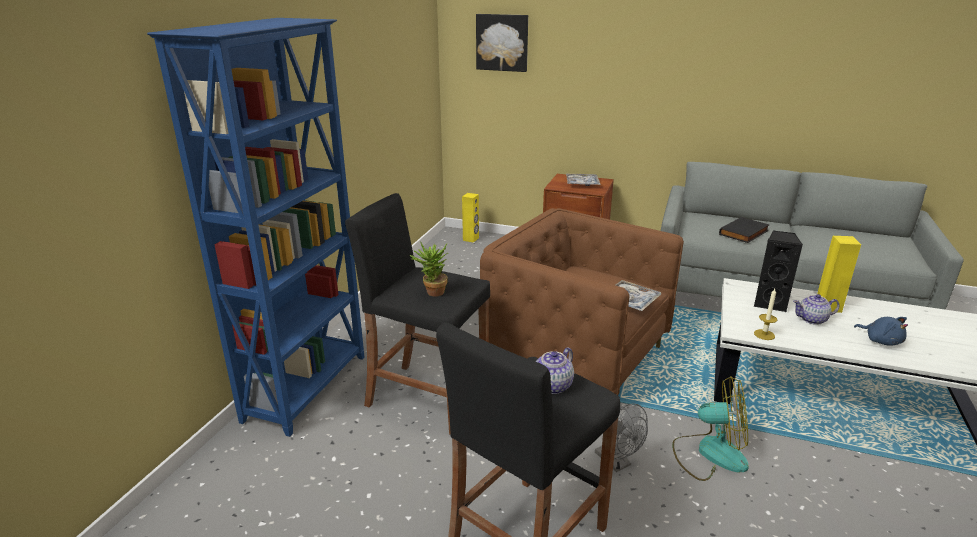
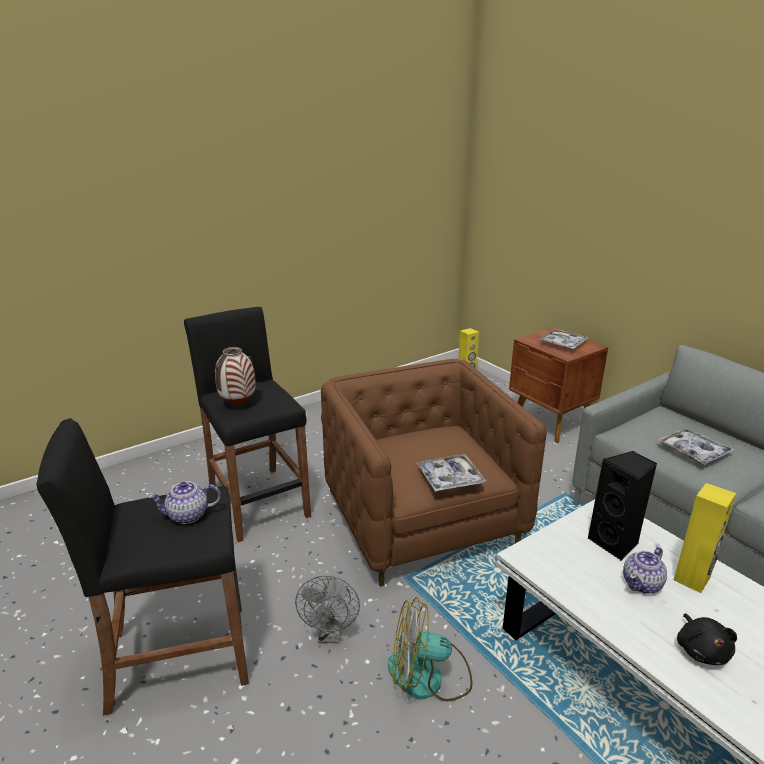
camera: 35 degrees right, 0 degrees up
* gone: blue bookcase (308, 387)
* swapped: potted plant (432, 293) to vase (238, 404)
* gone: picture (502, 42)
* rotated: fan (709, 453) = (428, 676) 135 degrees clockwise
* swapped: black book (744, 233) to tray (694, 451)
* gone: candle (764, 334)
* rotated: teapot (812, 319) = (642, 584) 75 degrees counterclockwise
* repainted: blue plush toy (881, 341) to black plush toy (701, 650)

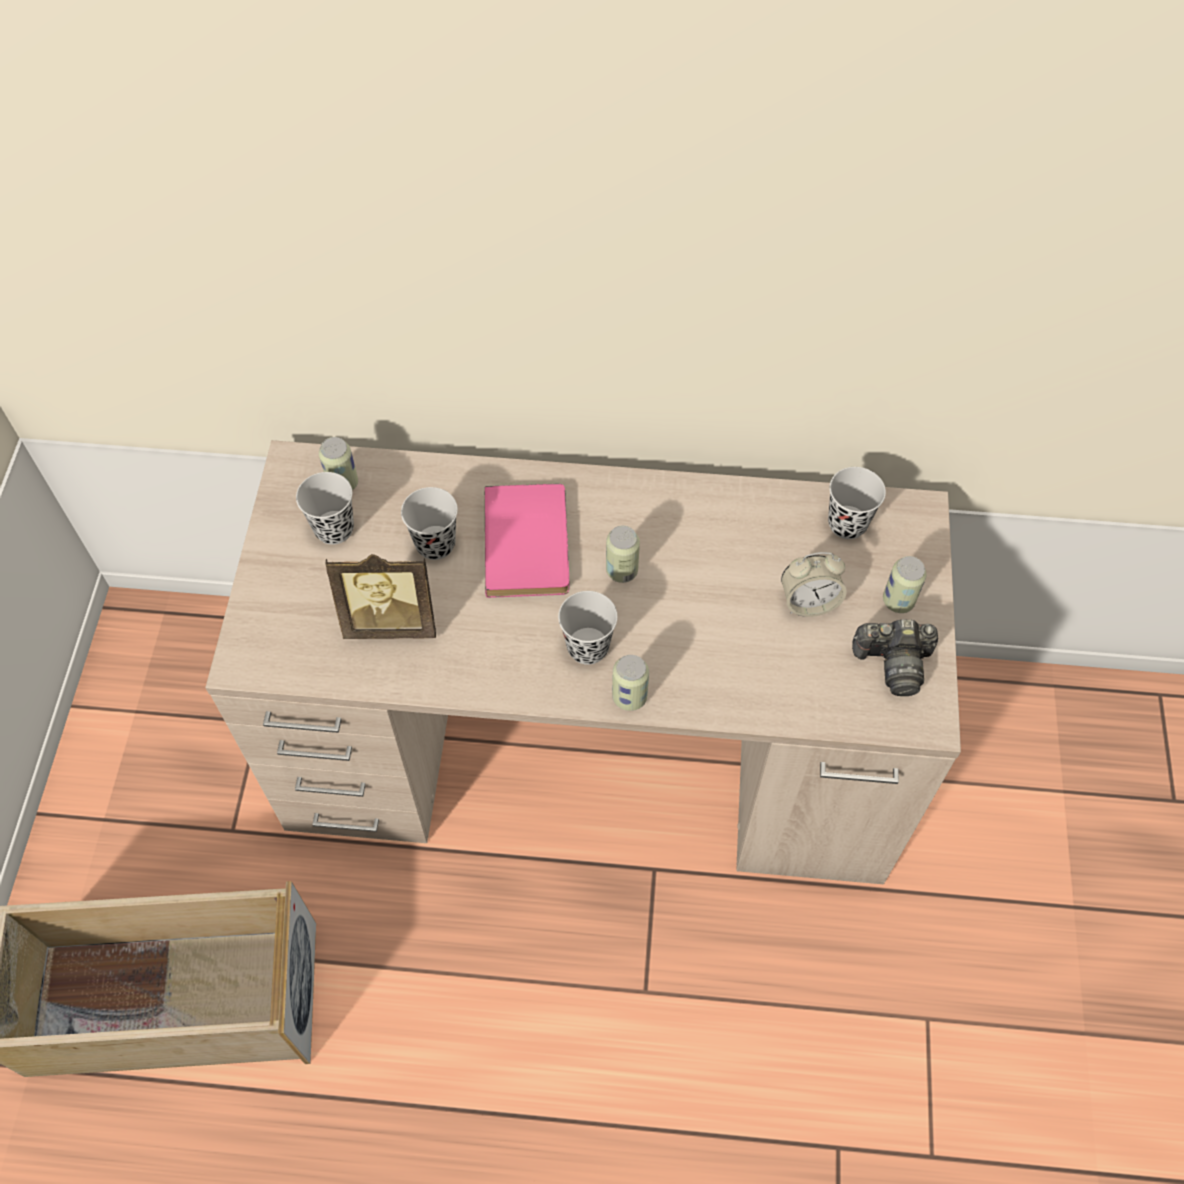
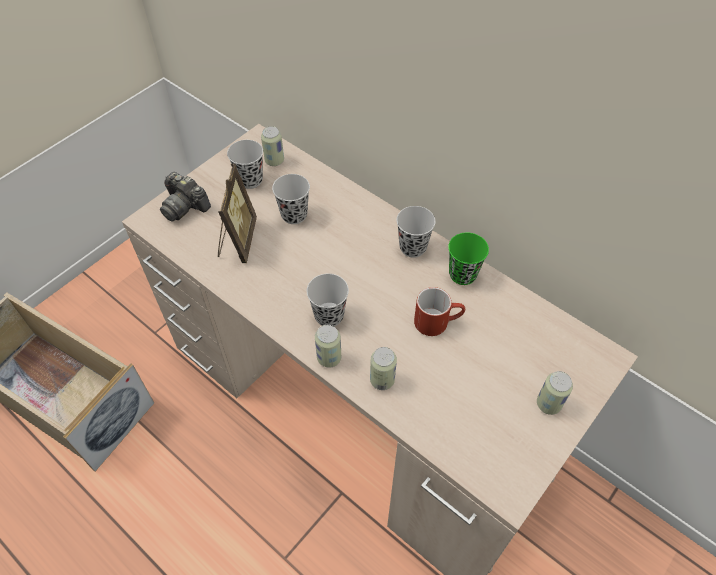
camera: 35 degrees right, 5 degrees down
* rotated: picture frame (391, 621) = (237, 241) 120 degrees counterclockwise
* gone: pink book (531, 543)
* shifted: can (621, 570) to (382, 380)
* gone: alarm clock (808, 601)
* shifted: black cup (847, 523) to (413, 247)
* shifted: photo camera (893, 663) to (184, 206)
* new: red mug (437, 321)
* new: green cup (462, 274)

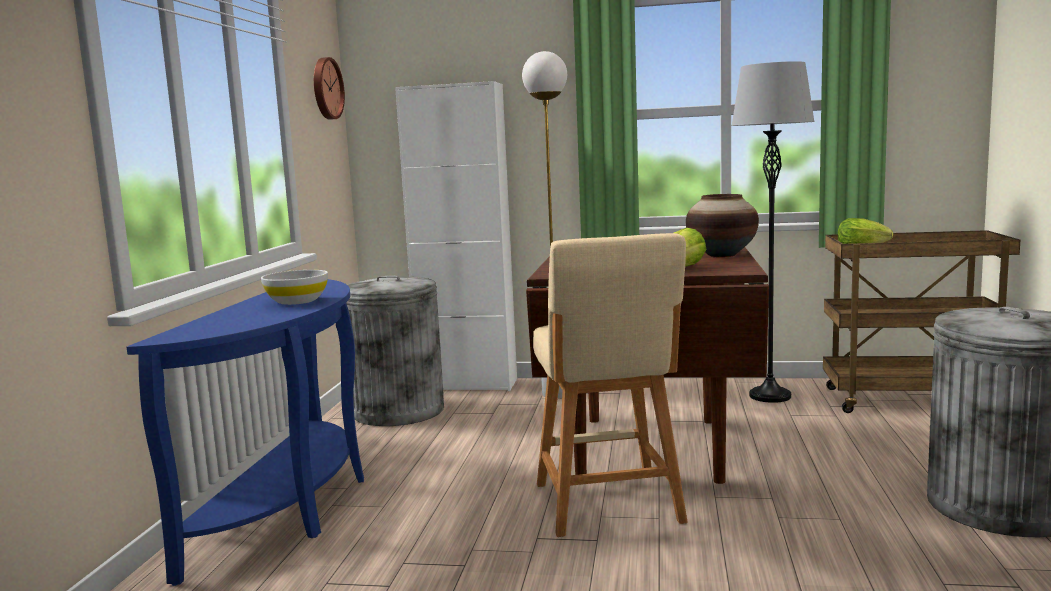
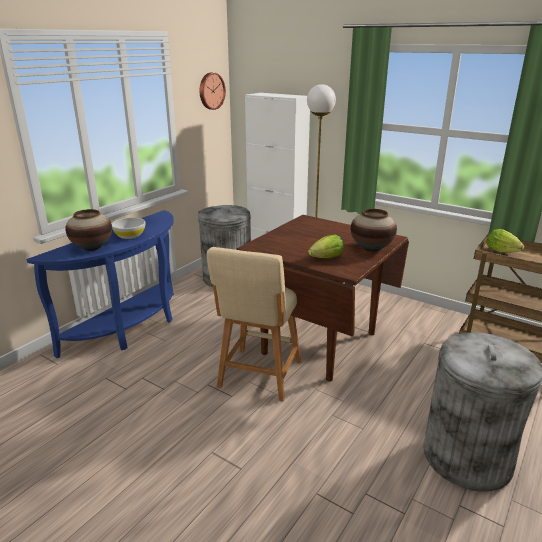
camera: 25 degrees right, 15 degrees up
* gone: grey floor lamp (770, 396)
* new: vase (92, 248)

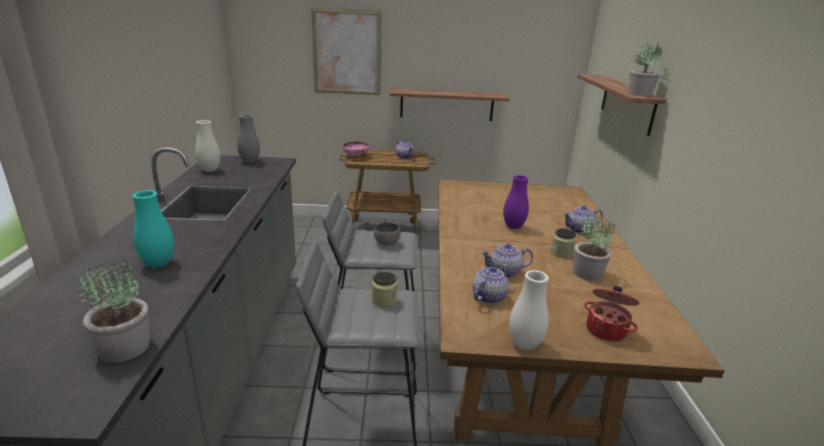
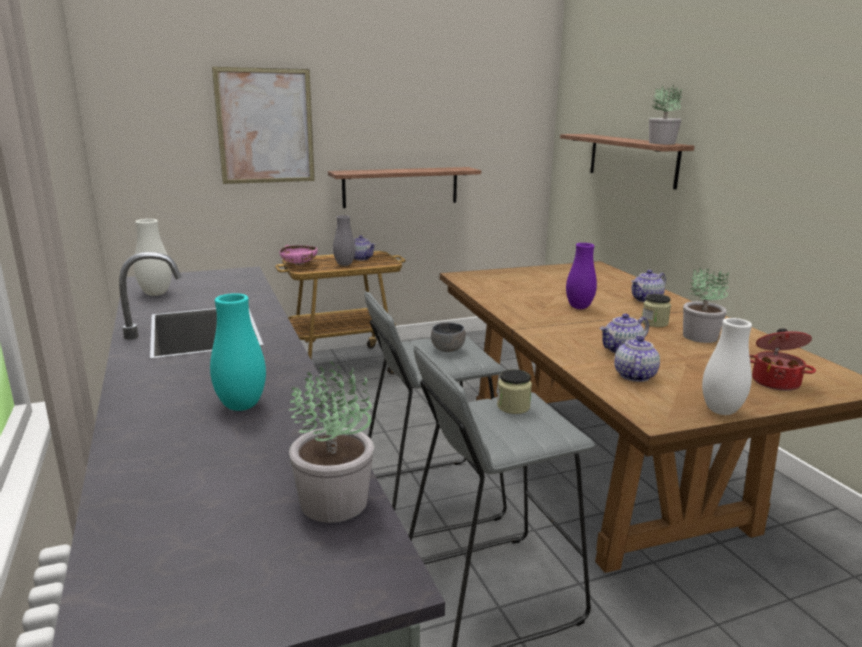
camera: 20 degrees left, 5 degrees down
* shifted: grey vase (250, 162) to (344, 264)

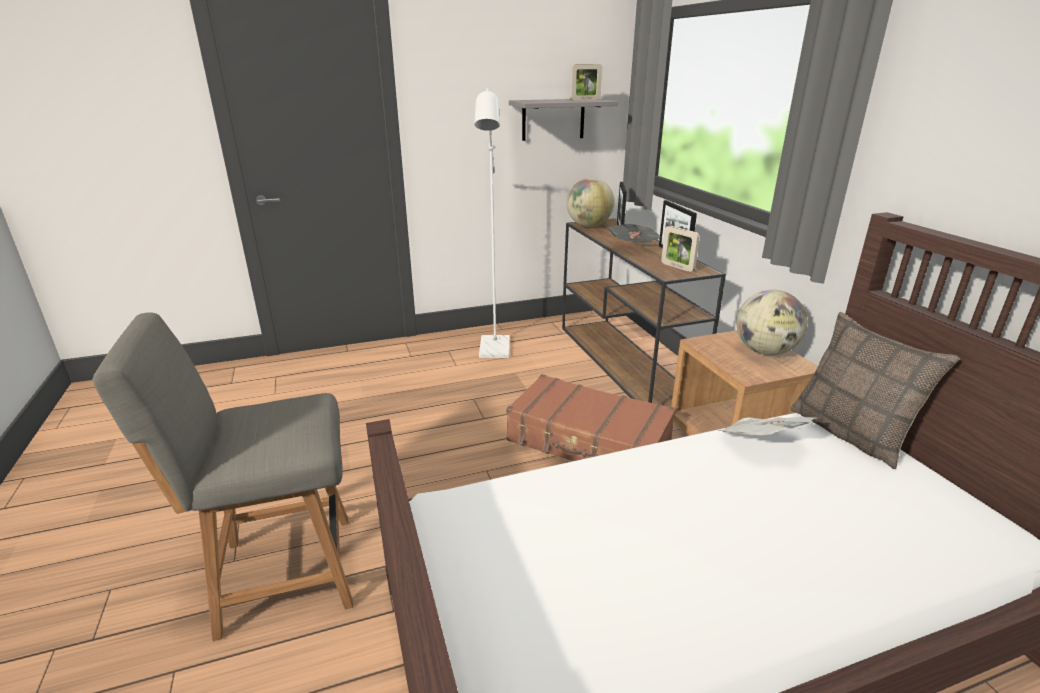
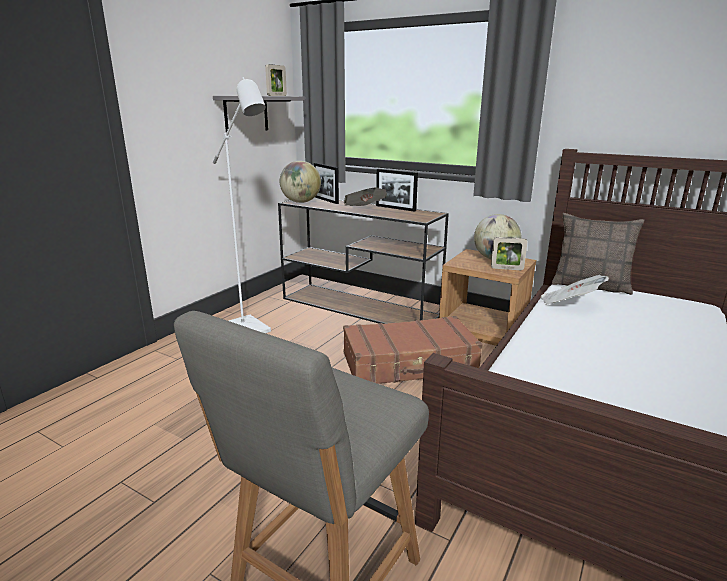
camera: 40 degrees left, 5 degrees down
* shifted: picture frame (677, 267) to (507, 268)

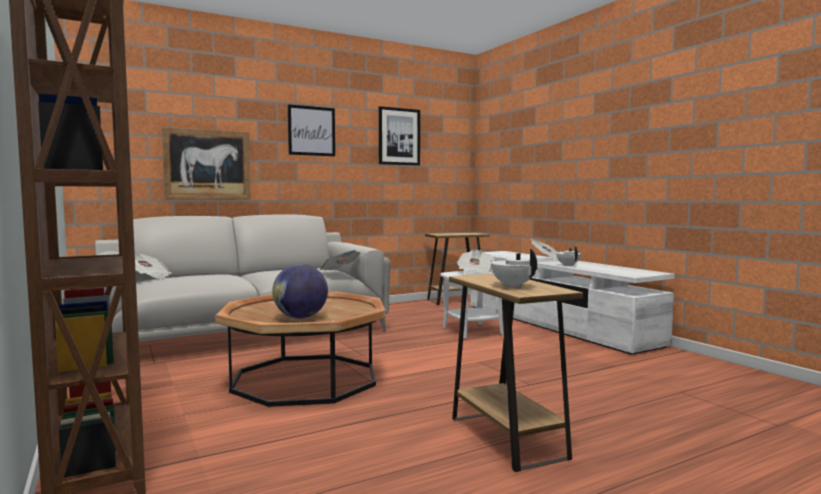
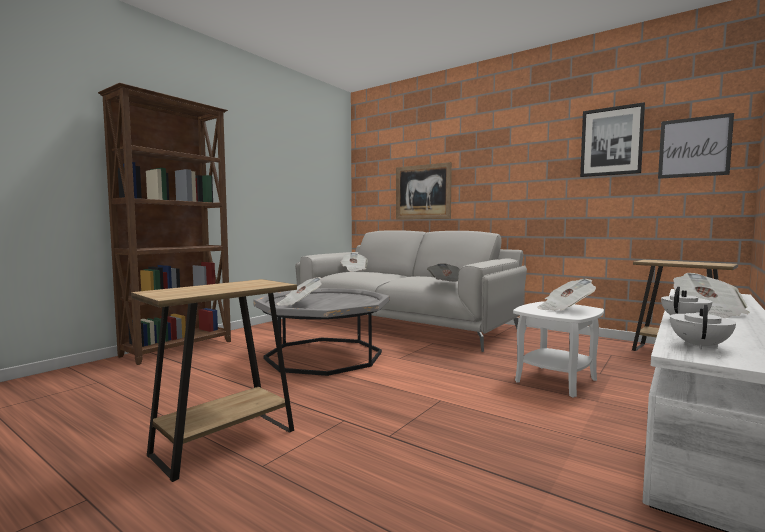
camera: 65 degrees right, 0 degrees up
* repainted: brown coffee table (305, 379) to grey coffee table (324, 355)
* swapped: globe (300, 317) to newspaper (299, 303)
* shifted: picture (311, 131) to (694, 147)
* shifted: white teapot (512, 286) to (700, 346)

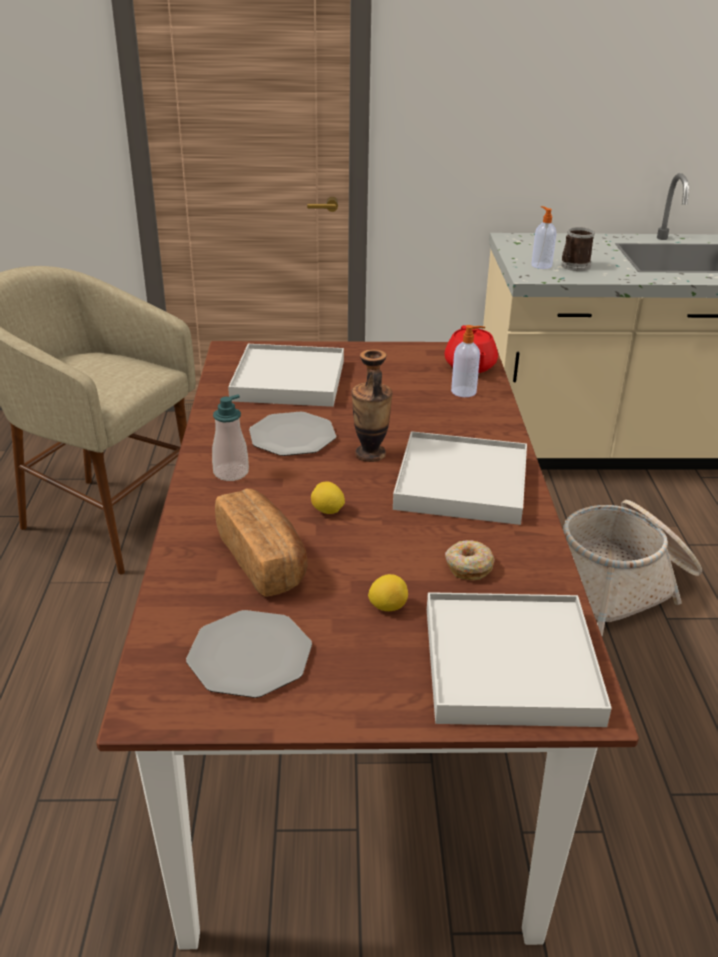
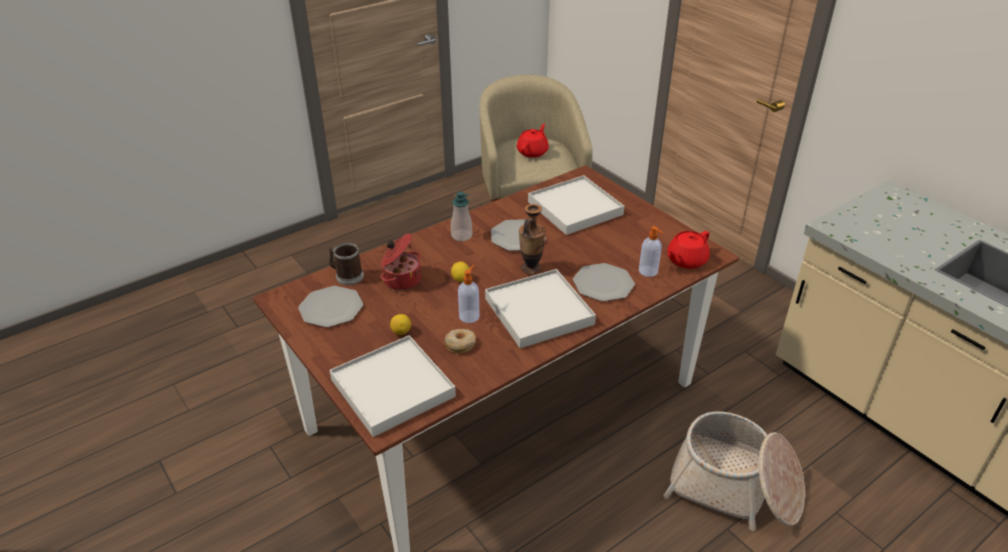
camera: 55 degrees right, 5 degrees up
* swapped: bread (263, 559) to cooking pot (401, 279)
* shifted: soap dispenser (541, 265) to (469, 316)
* shifted: mug (573, 267) to (346, 276)
* new: red teapot (533, 152)
* new: plate (603, 284)

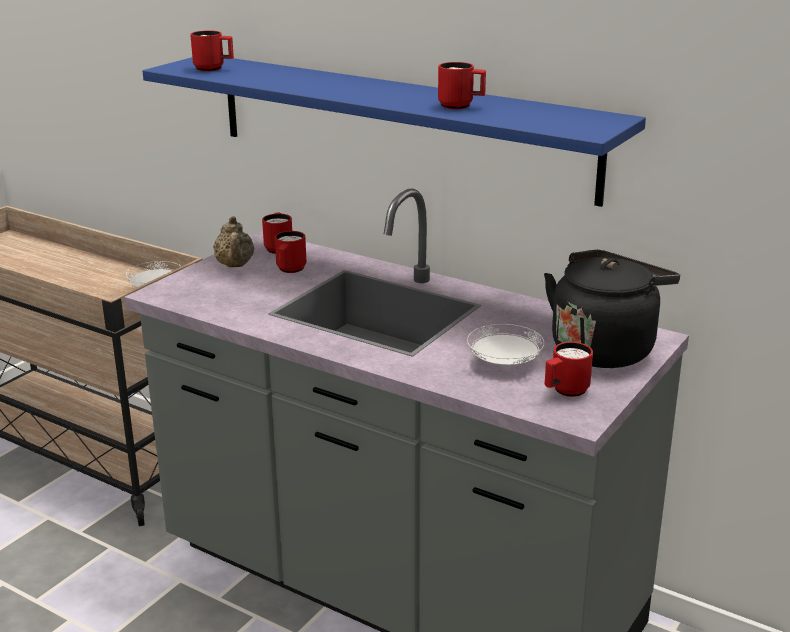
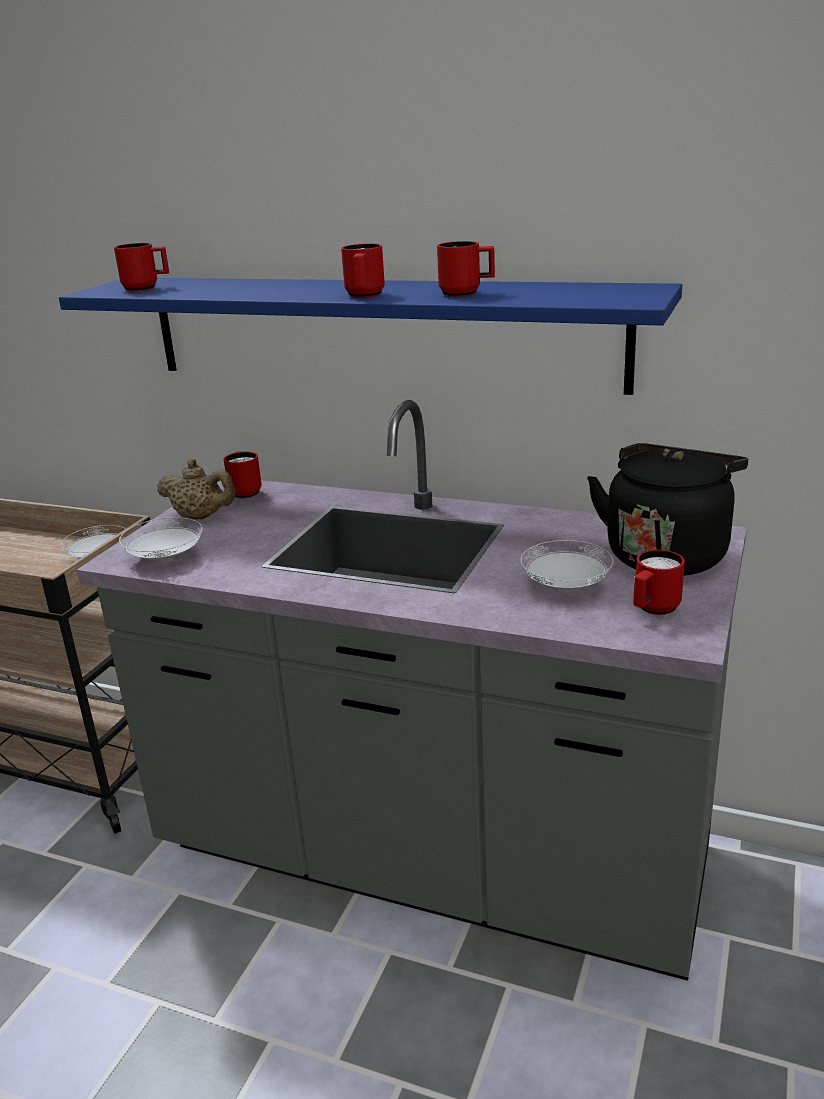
camera: 10 degrees left, 0 degrees up
* rotated: beige teapot (235, 266) = (201, 517) 45 degrees counterclockwise
* shifted: red mug (289, 270) to (364, 296)
* new: white plate (166, 558)

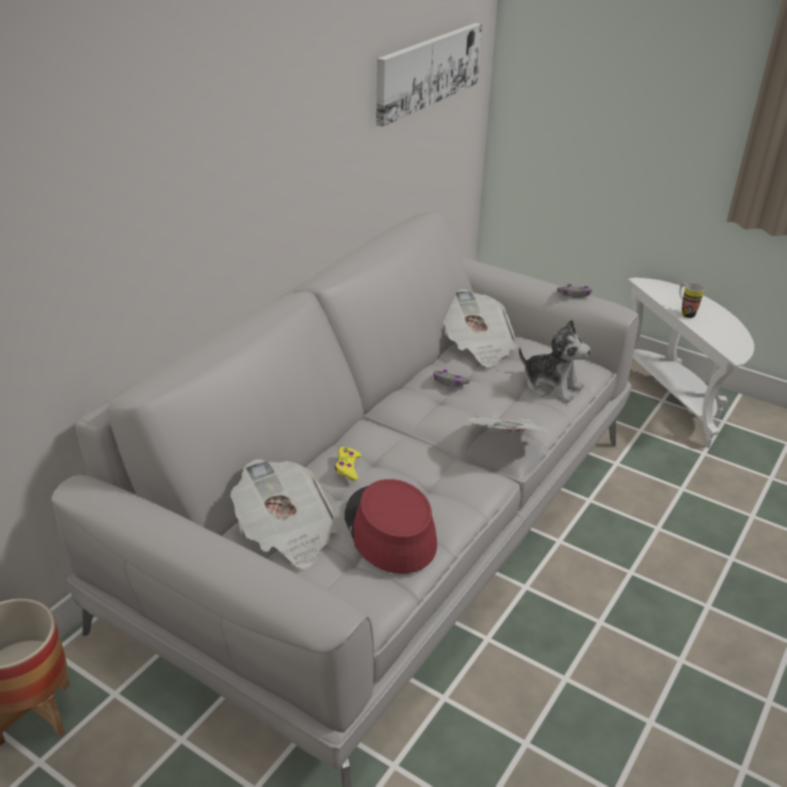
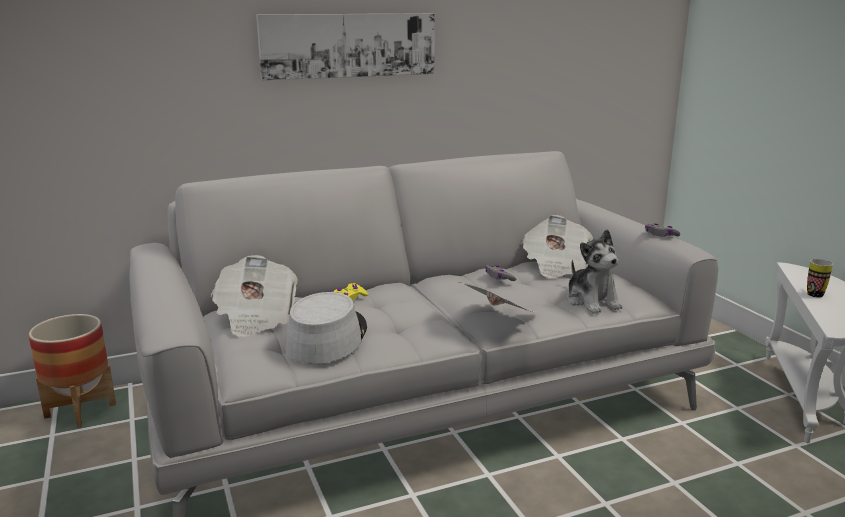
camera: 35 degrees right, 15 degrees down
* repainted: red hat (389, 530) to grey hat (326, 337)
* shifted: picture (427, 71) to (348, 45)

